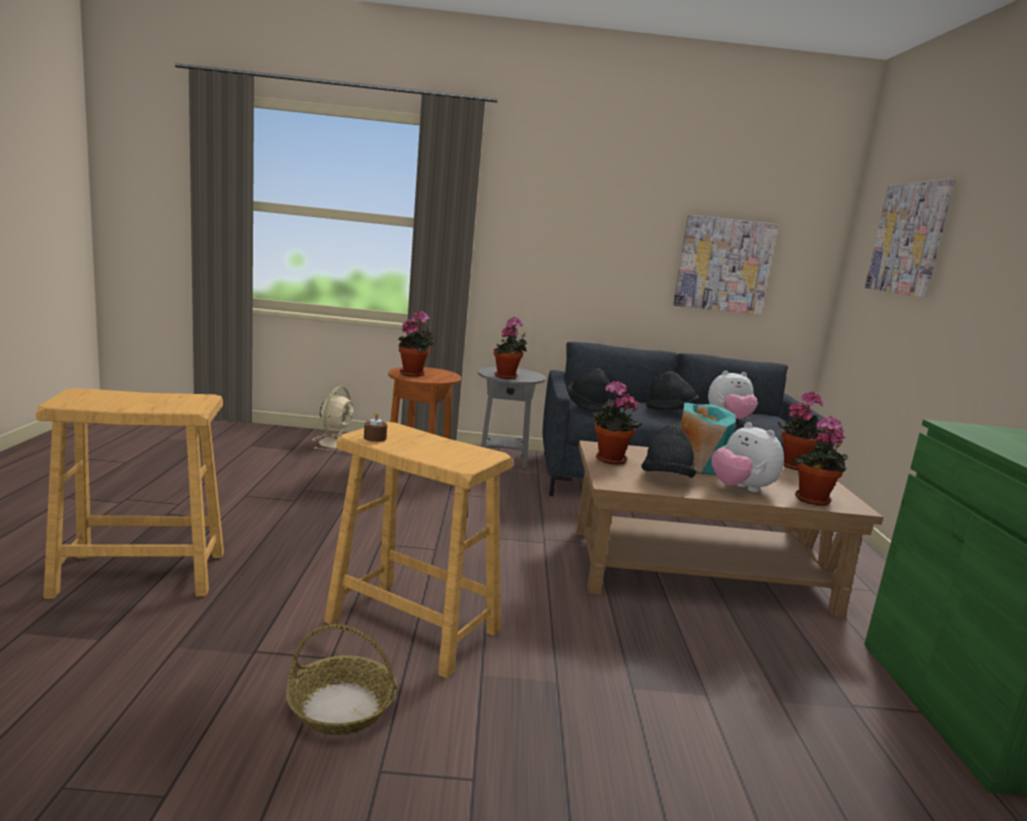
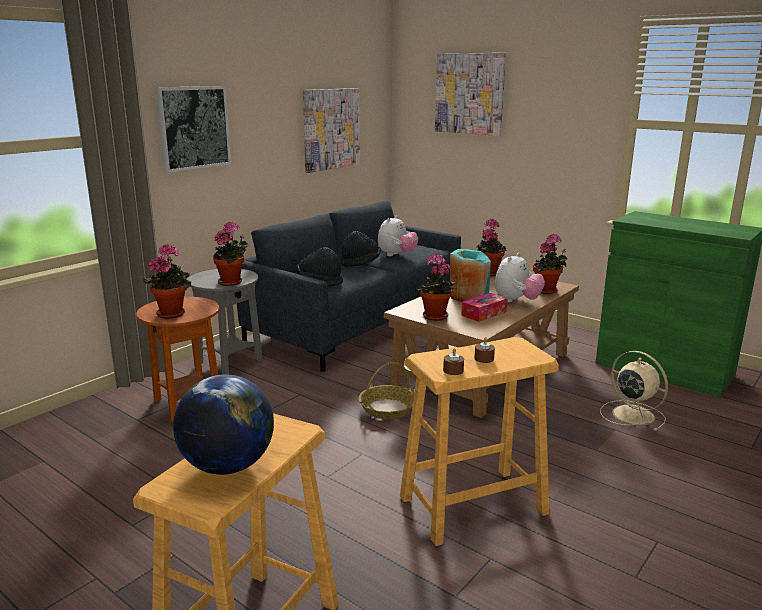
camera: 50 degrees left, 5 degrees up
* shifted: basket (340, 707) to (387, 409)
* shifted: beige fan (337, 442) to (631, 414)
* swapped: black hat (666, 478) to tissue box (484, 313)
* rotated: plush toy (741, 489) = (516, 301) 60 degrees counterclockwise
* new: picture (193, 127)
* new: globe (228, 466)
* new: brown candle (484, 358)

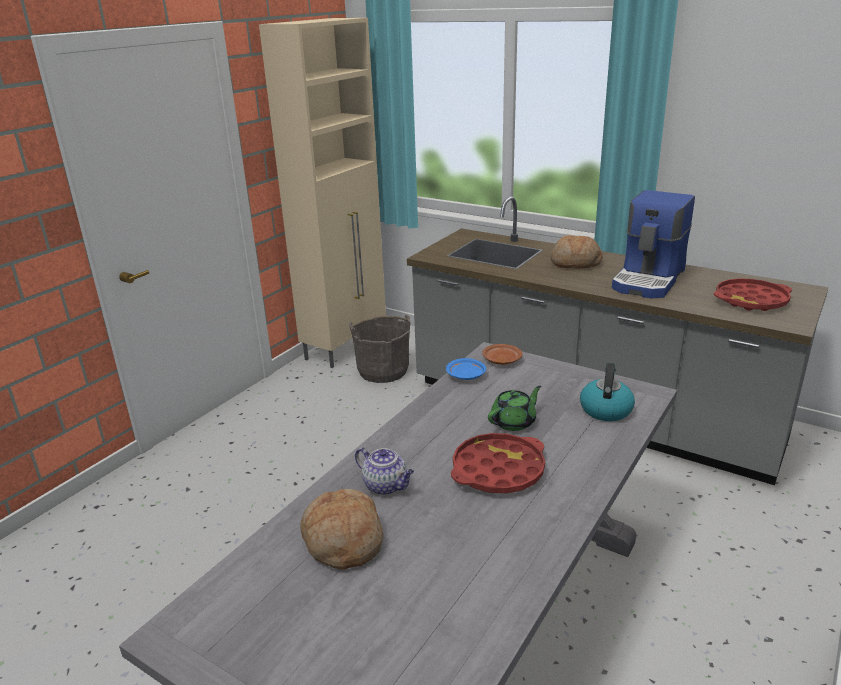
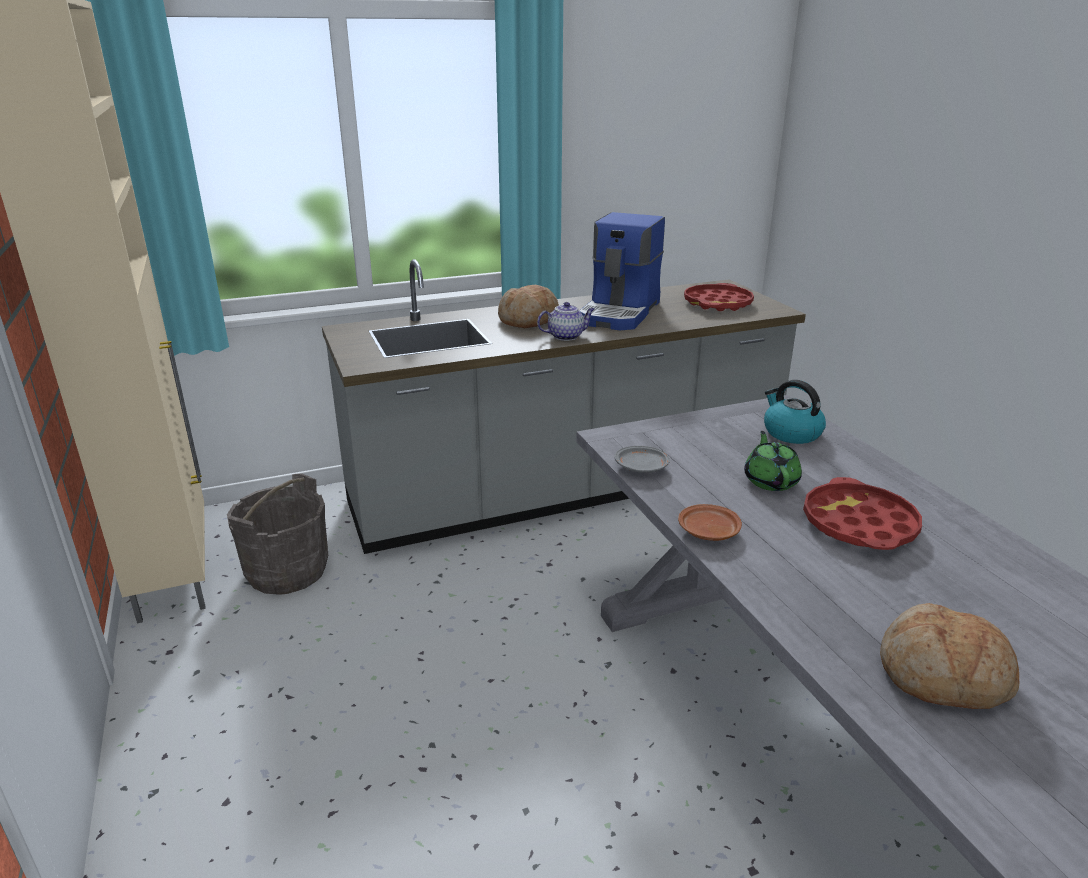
camera: 55 degrees left, 0 degrees up
* shifted: teapot (386, 486) to (566, 336)
* repainted: blue plate (466, 375) to grey plate (642, 468)
* shifted: brown plate (501, 360) to (708, 532)
* rotated: coffee machine (649, 280) = (621, 313) 45 degrees clockwise

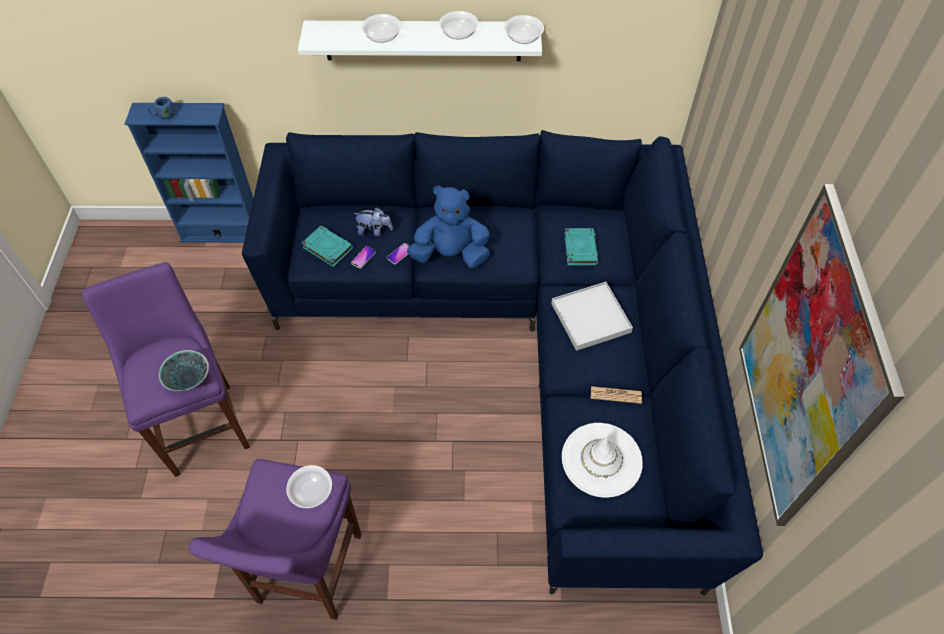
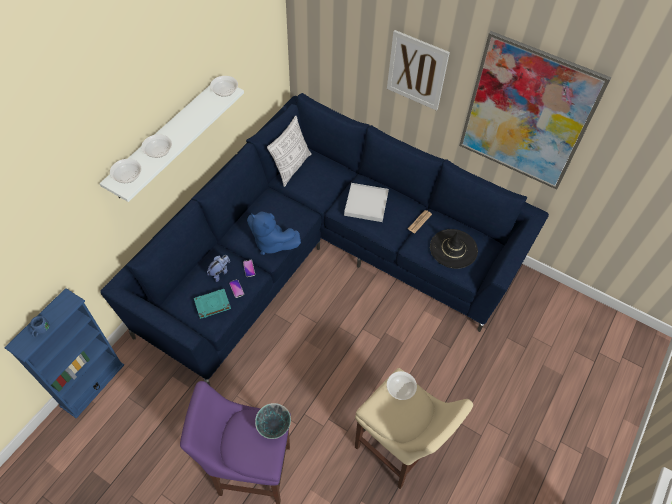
camera: 60 degrees left, 0 degrees up
* repainted: purple stool (307, 573) to beige stool (398, 450)
* rotated: blue plush toy (451, 254) = (271, 243) 90 degrees counterclockwise
* shifted: bowl (458, 33) to (127, 176)
* repainted: white hat (601, 460) to black hat (453, 249)
* gone: turquoise book (580, 248)
* new: pillow (291, 167)
* new: picture (417, 70)

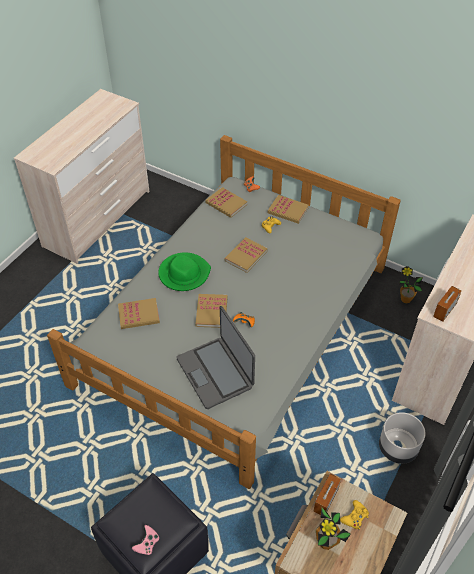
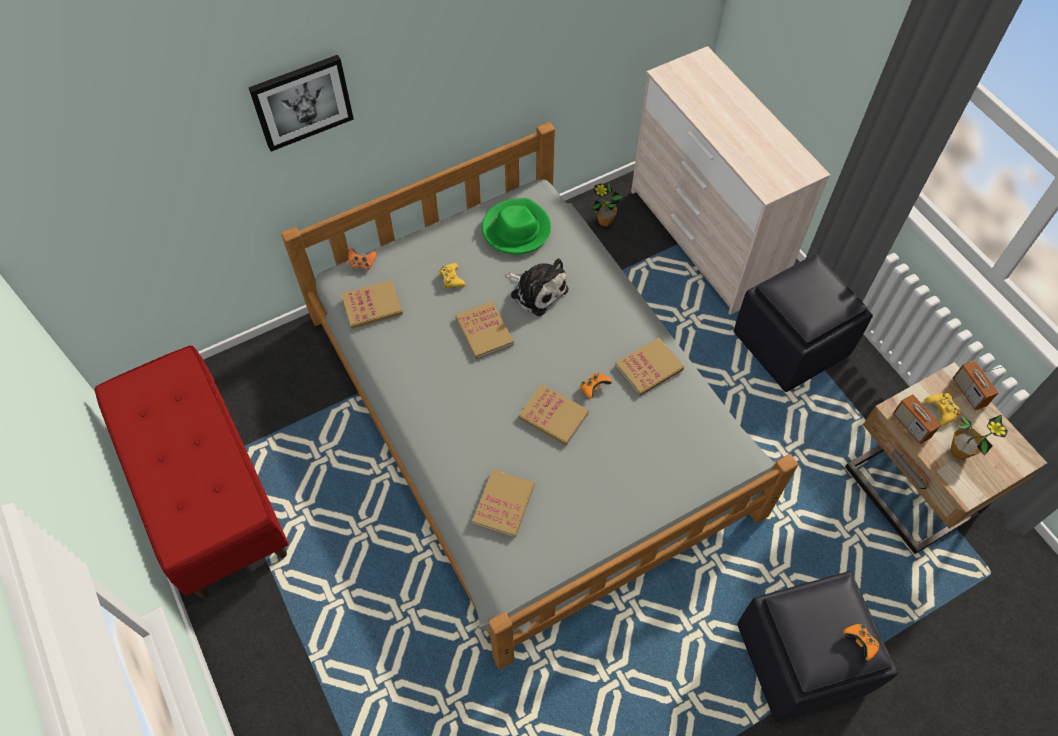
camera: 60 degrees left, 10 degrees up
* swapped: beige dresser (98, 219) to red bench (208, 492)
* repainted: pink game controller (147, 544) to orange game controller (860, 642)
* shifted: green hat (184, 273) to (516, 229)
* gone: laptop (215, 372)
* shifted: book (288, 210) to (649, 368)
* swapped: grey planter (397, 447) to black ottoman (789, 344)
* shifted: radio (444, 310) to (969, 392)
* new: picture (302, 101)
* new: plush toy (537, 290)

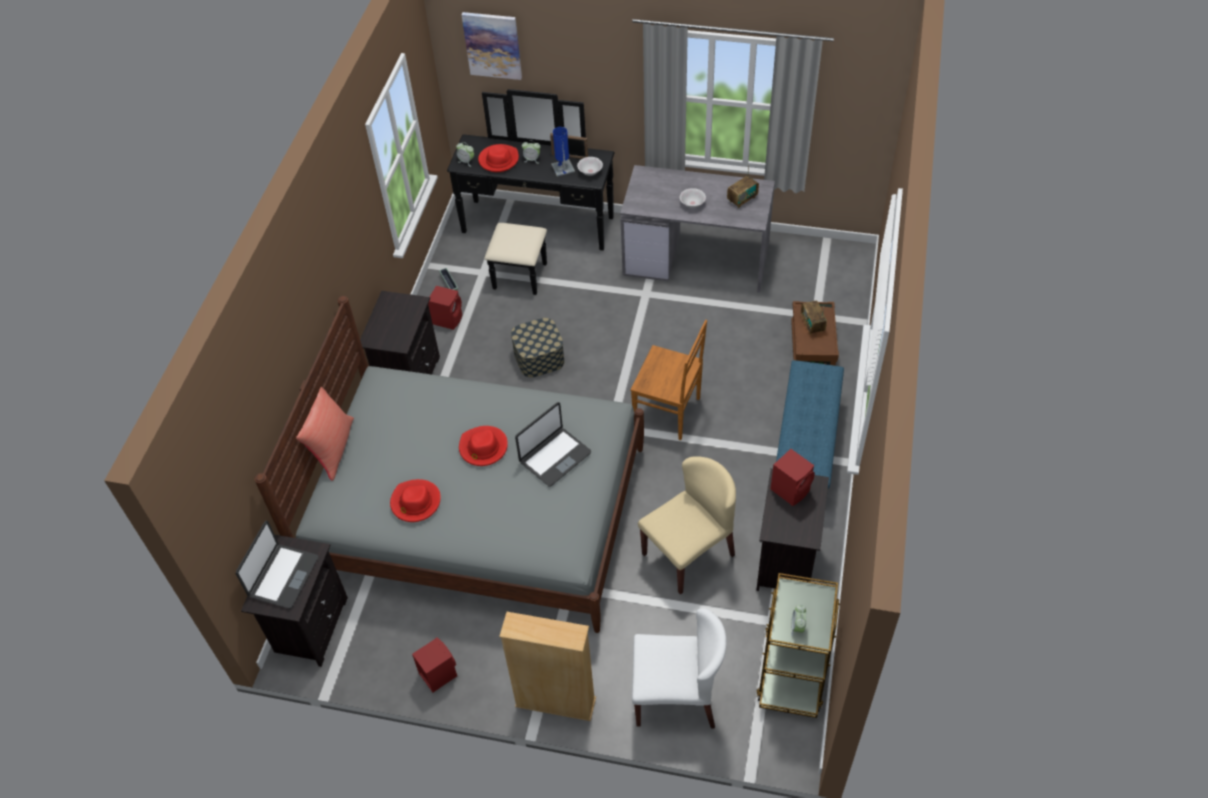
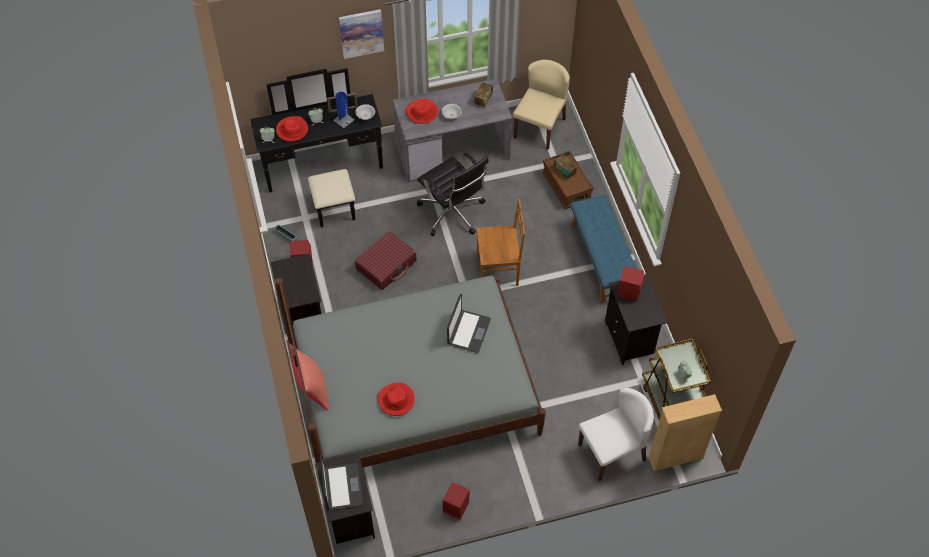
camera: 30 degrees left, 5 degrees up
* shifted: red hat (483, 448) to (422, 113)
* shifted: picture (492, 45) to (361, 33)
* shifted: beige bookcase (555, 702) to (675, 457)
* swapped: storage box (539, 357) to red suitcase (386, 265)
* shifted: beige chair (688, 553) to (539, 127)
* new: black office chair (453, 213)

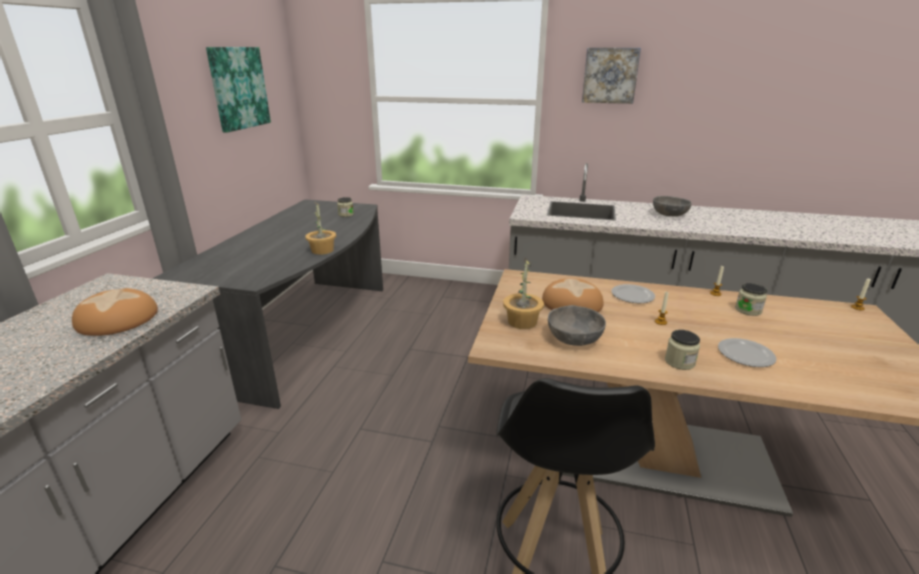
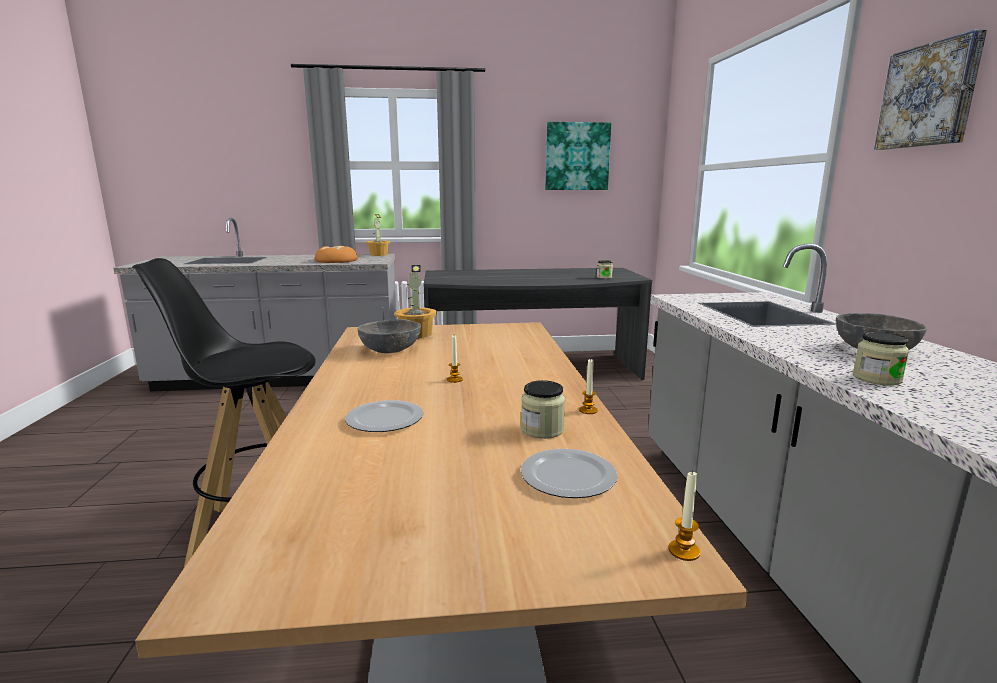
camera: 70 degrees right, 10 degrees down
* shifted: potted plant (322, 250) to (378, 254)
* gone: bread (572, 303)
* shifted: plate (631, 295) to (567, 476)
* shifted: jar (679, 362) to (876, 379)

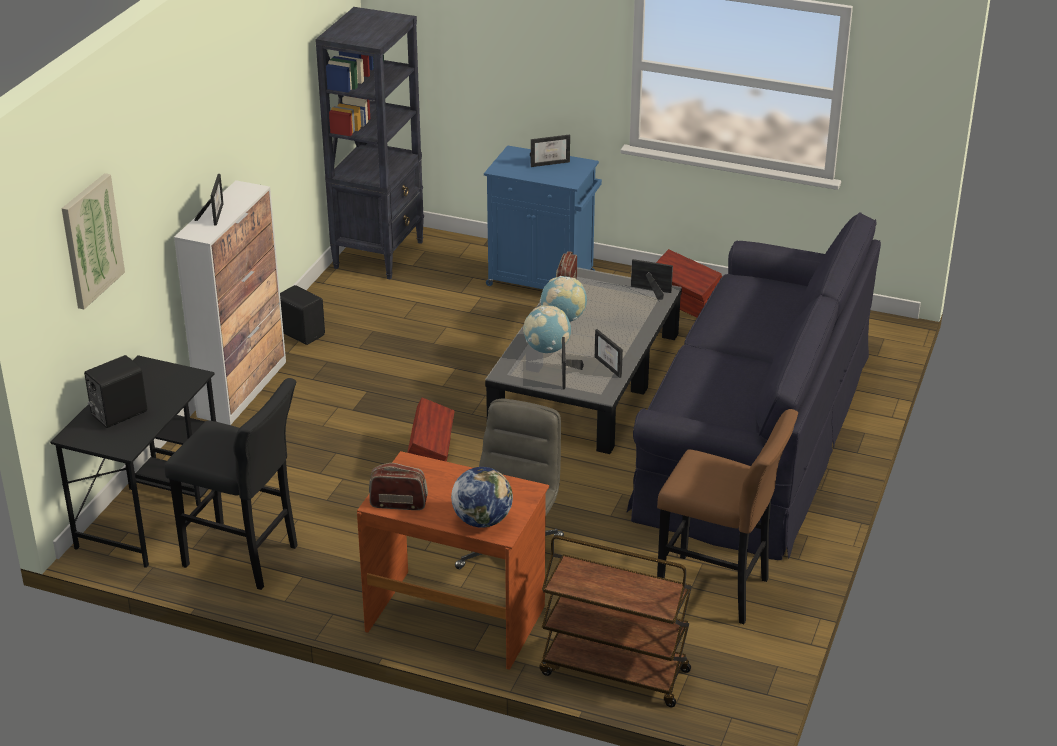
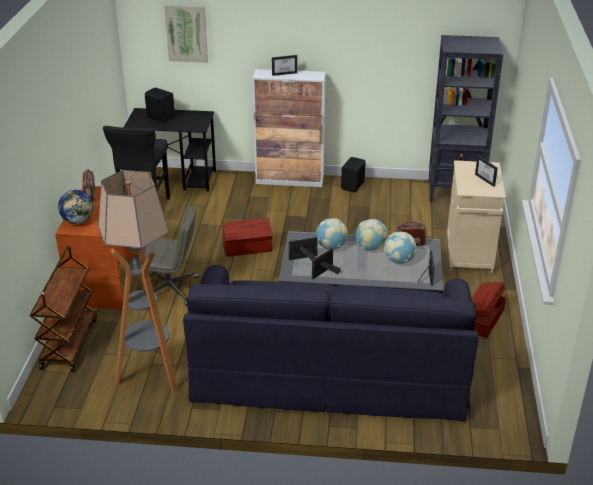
camera: 75 degrees right, 0 degrees up
* repainted: blue cabinet (543, 280) to beige cabinet (469, 255)
* swapped: brown stool (718, 590) to floor lamp (151, 375)
* new: globe (399, 261)

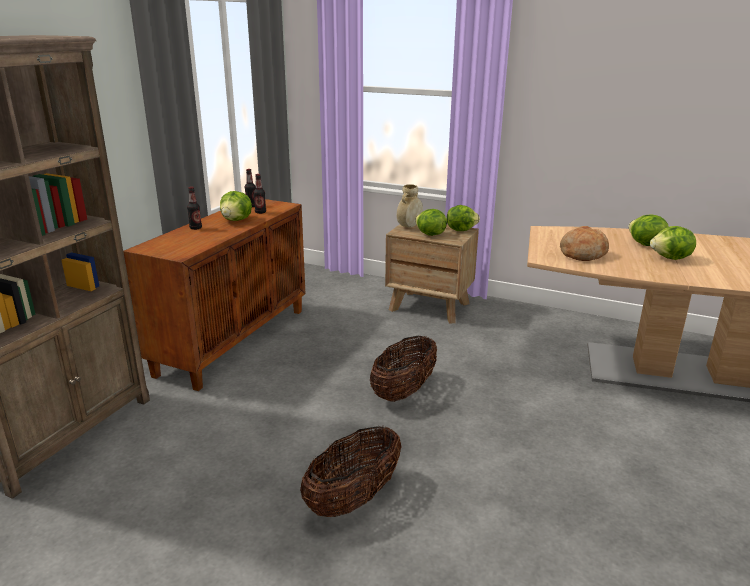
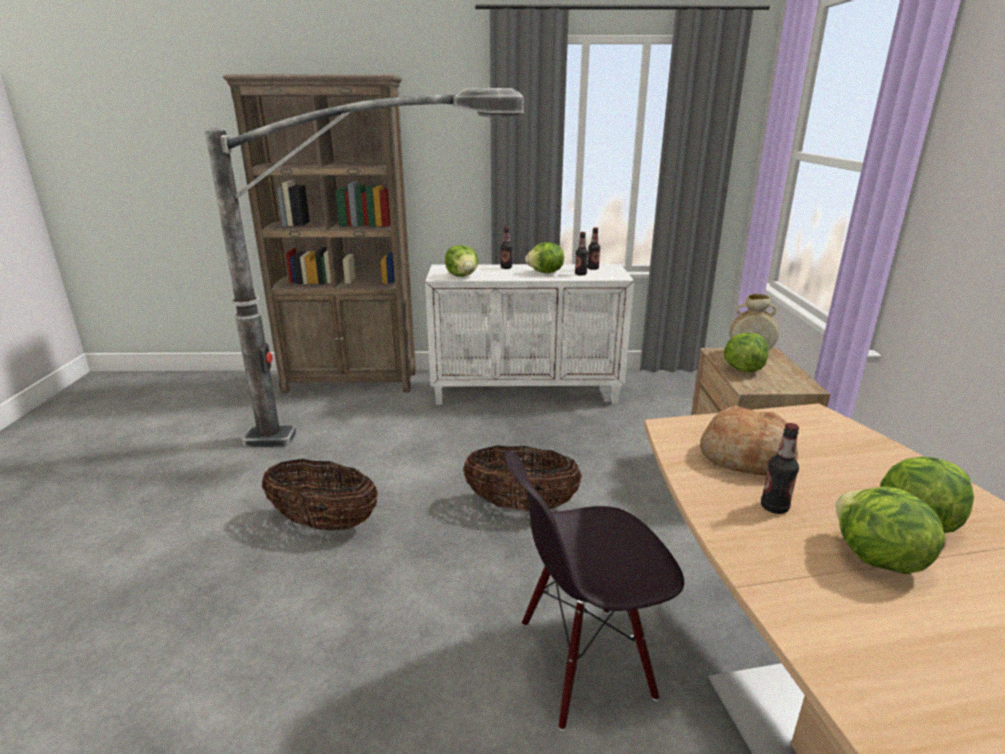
camera: 65 degrees right, 0 degrees up
* repainted: brown cabinet (233, 340) to white cabinet (527, 391)
* shifted: lettuce (460, 230) to (462, 276)
* new: floor lamp (383, 438)
* new: black chair (584, 661)
* new: bottle (774, 507)

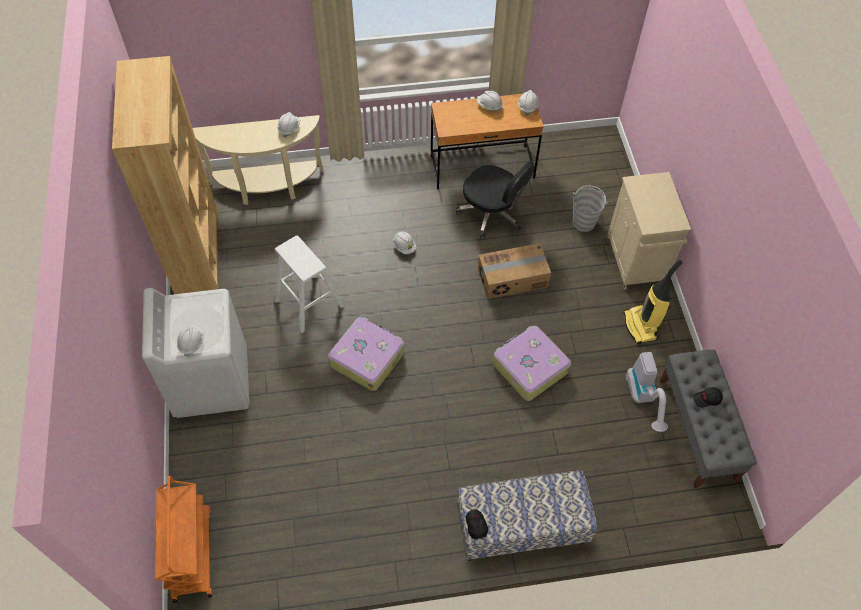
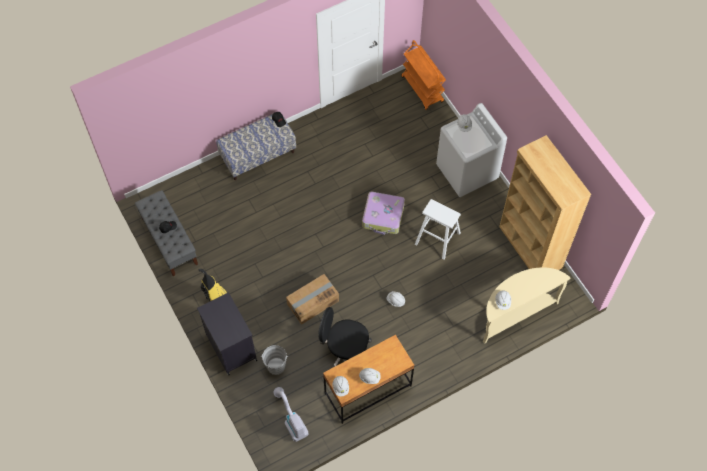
camera: 160 degrees right, 5 degrees up
* gone: suitcase (529, 367)
* repainted: beige cabinet (636, 261) to black cabinet (230, 346)
* shifted: vacuum cleaner (644, 400) to (291, 420)

